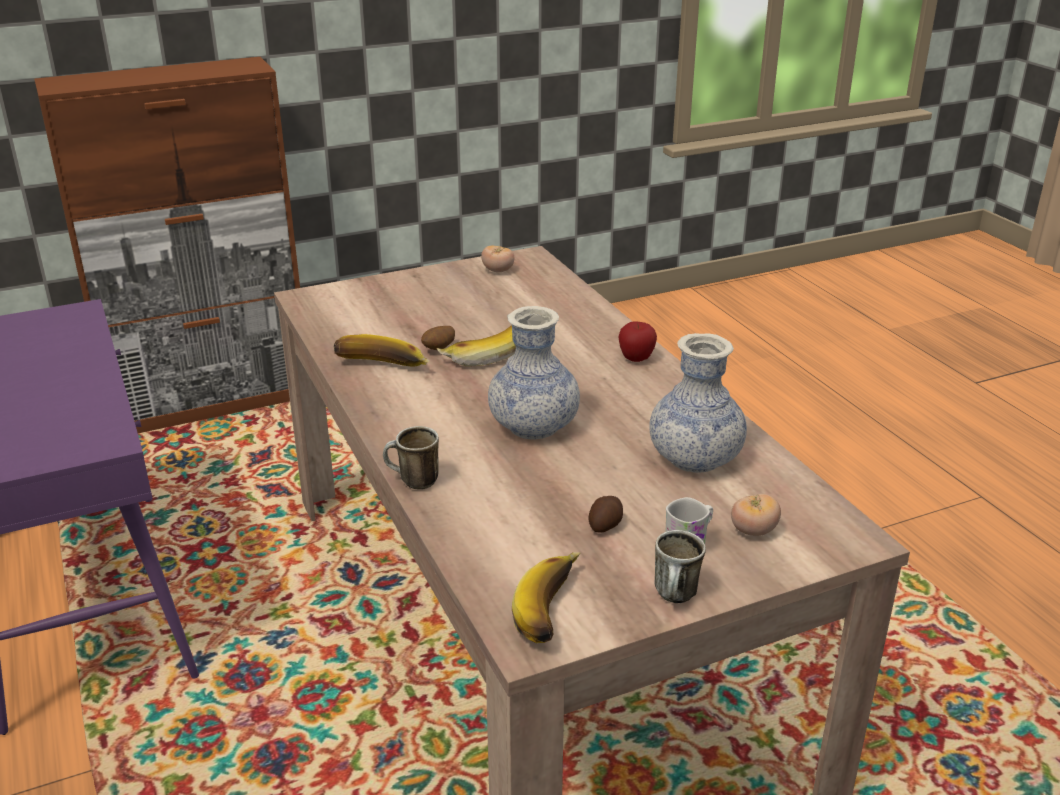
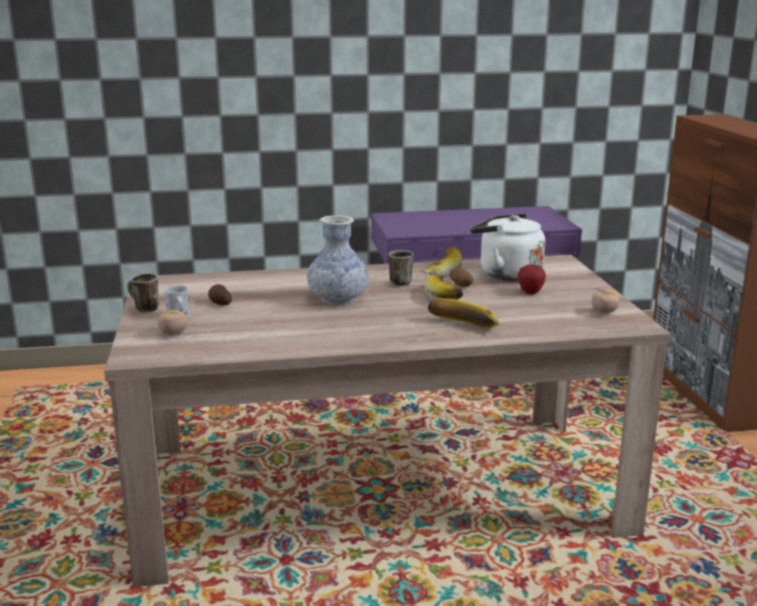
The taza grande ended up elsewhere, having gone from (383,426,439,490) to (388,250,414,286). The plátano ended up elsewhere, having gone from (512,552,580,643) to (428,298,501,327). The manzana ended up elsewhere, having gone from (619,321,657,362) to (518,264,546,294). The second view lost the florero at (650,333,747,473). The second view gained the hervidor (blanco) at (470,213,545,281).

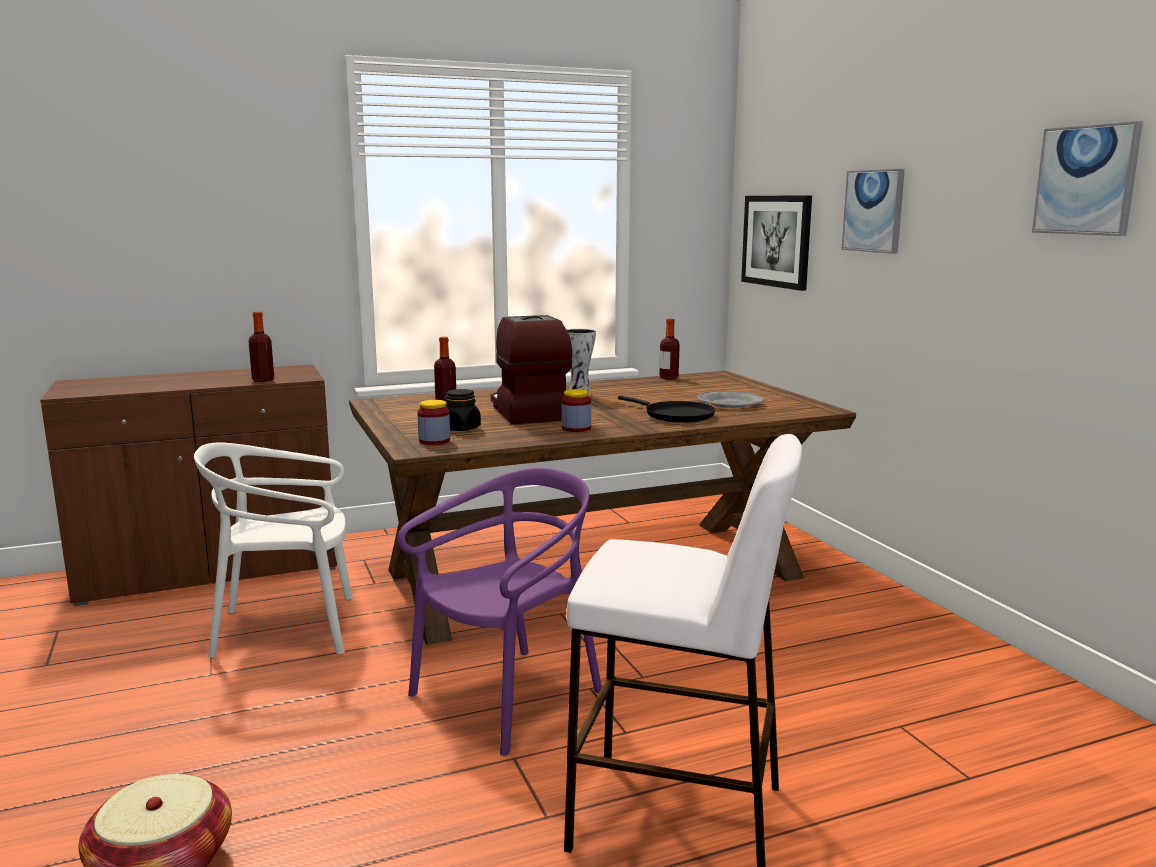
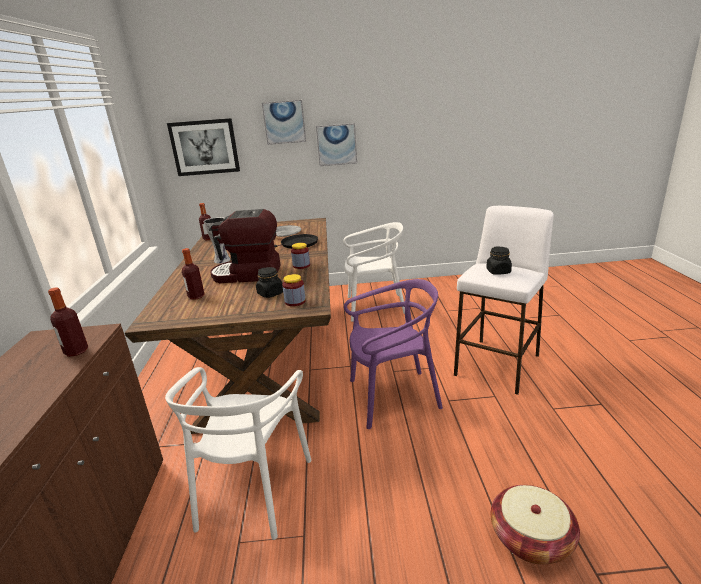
The silla (morado) at (398,468,602,756) ended up facing another way, 105 degrees clockwise from before. The cuadro ended up elsewhere, having gone from (1032,121,1143,236) to (316,123,357,166). The second view gained the silla (blanco) at (343,222,405,322). The second view gained the tarro (negro) at (486,246,512,275).

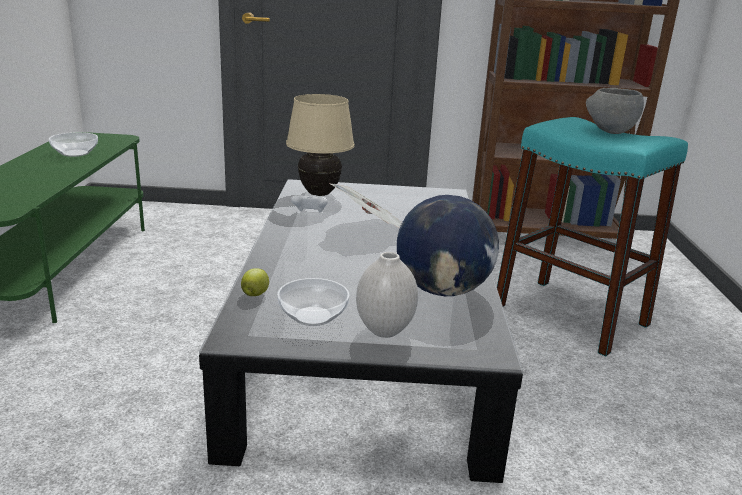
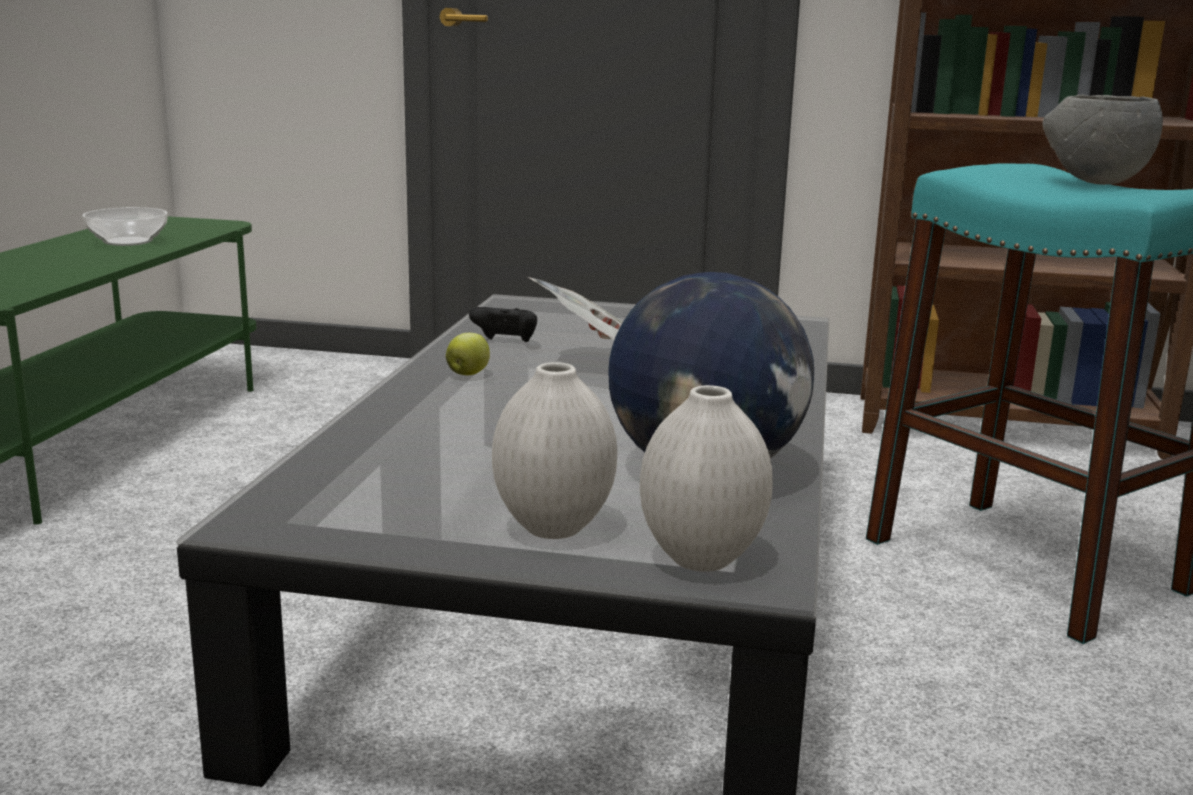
The manzana ended up elsewhere, having gone from (241,268,269,296) to (446,333,490,375). The second view lost the cuenco at (277,278,350,326). The second view lost the lámpara de mesa (beis) at (286,94,355,196). What was the mando de consola (blanco) at (291,195,328,212) turned into the mando de consola (negro) at (469,307,537,342). The second view gained the florero (blanco) at (640,385,773,572).

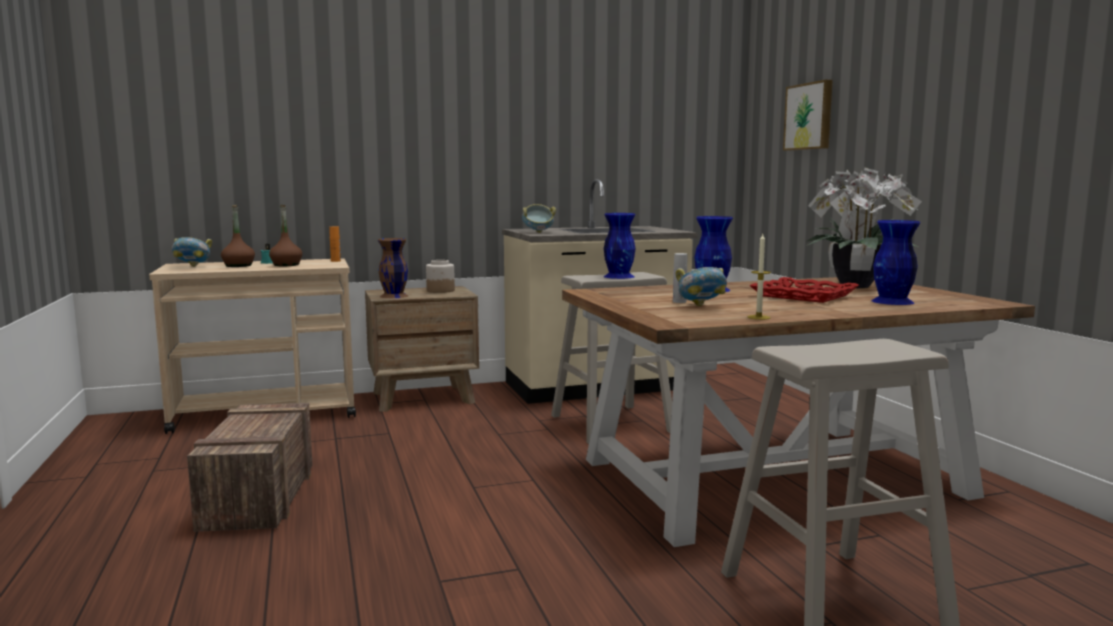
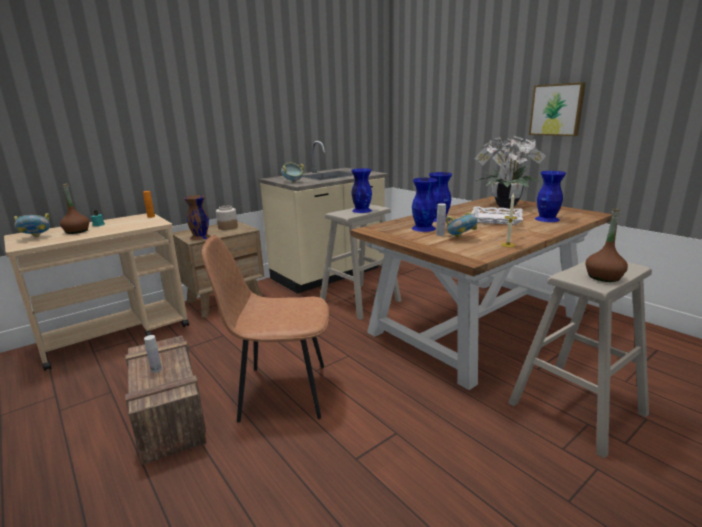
The botella (marrón) ended up elsewhere, having gone from (269,205,302,266) to (585,209,628,282). What was the bandeja (rojo) at (750,277,859,303) turned into the bandeja (blanco) at (471,206,523,225). The cuadro ended up elsewhere, having gone from (783,80,833,151) to (529,82,586,136). The second view gained the botella (blanco) at (144,335,162,373). The second view gained the silla (marrón) at (202,235,329,423). The second view gained the florero (azul) at (412,178,438,232).

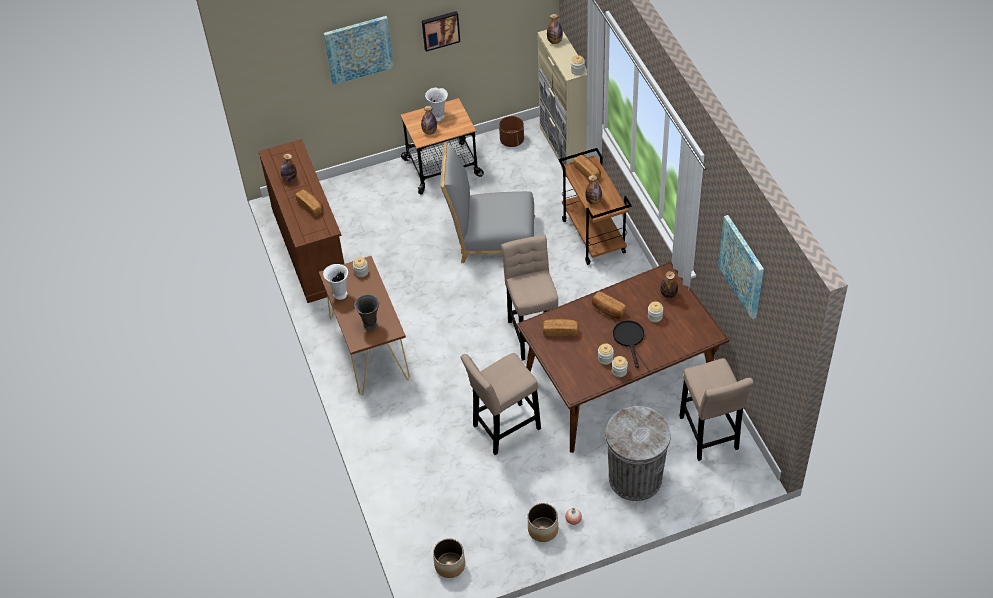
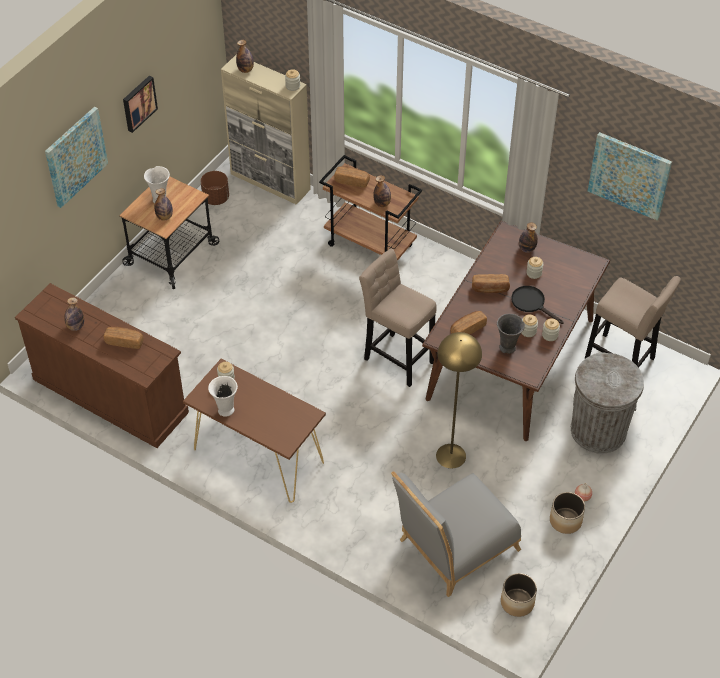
The florero (gris) ended up elsewhere, having gone from (354,294,379,331) to (497,314,525,354). The silla (gris) ended up elsewhere, having gone from (440,142,535,263) to (391,471,521,597). Where the taburete (beis) stood at (460,353,541,455), the lámpara de pie (amarillo) came to stand at (436,332,482,468).

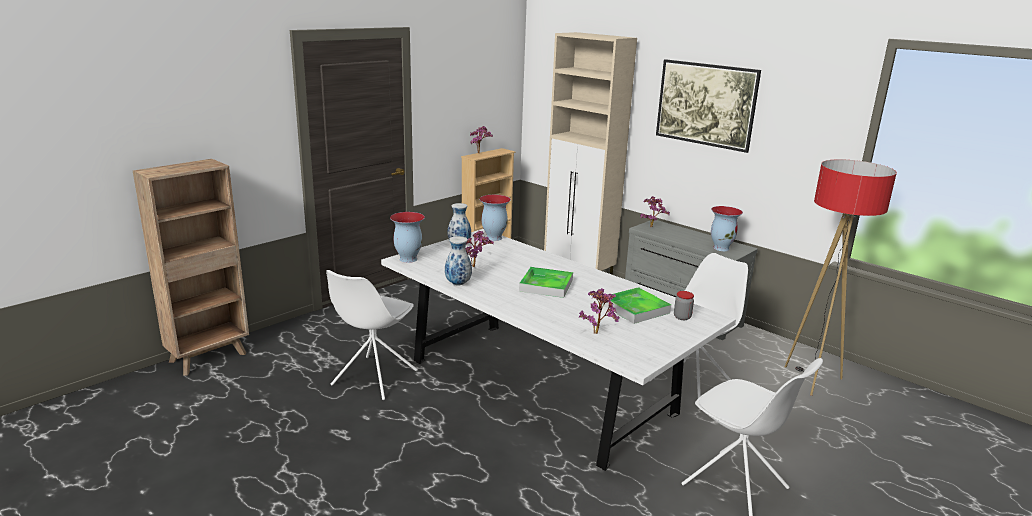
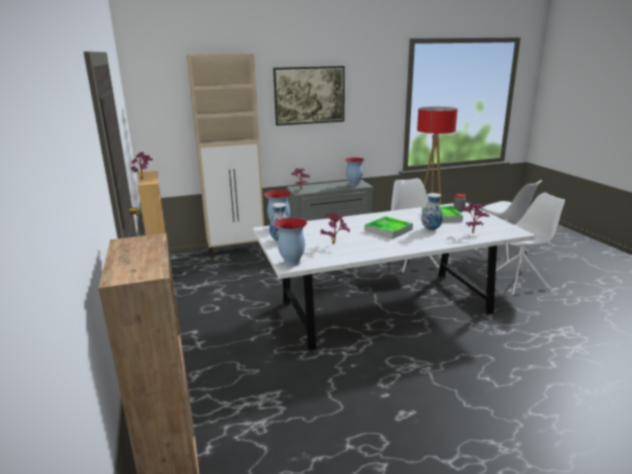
The silla (blanco) ended up elsewhere, having gone from (326,270,418,400) to (475,180,542,261). The florero ended up elsewhere, having gone from (445,236,472,285) to (422,193,443,230).

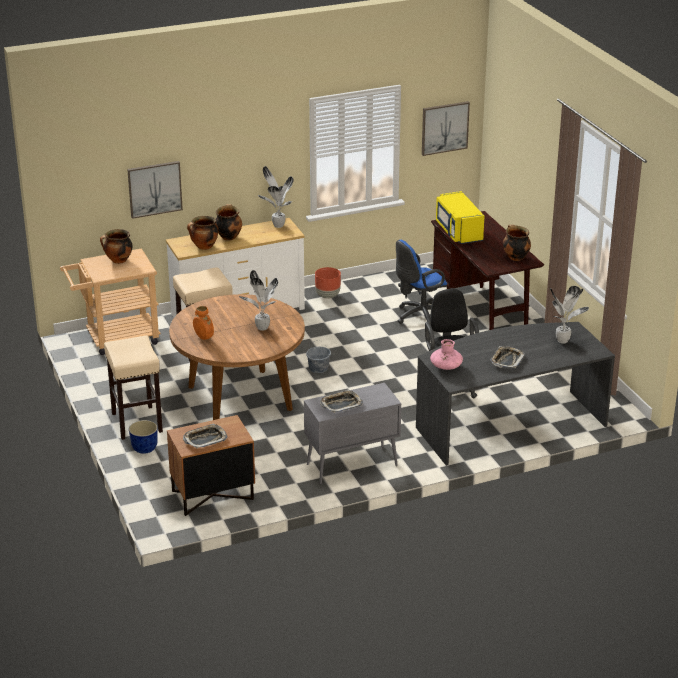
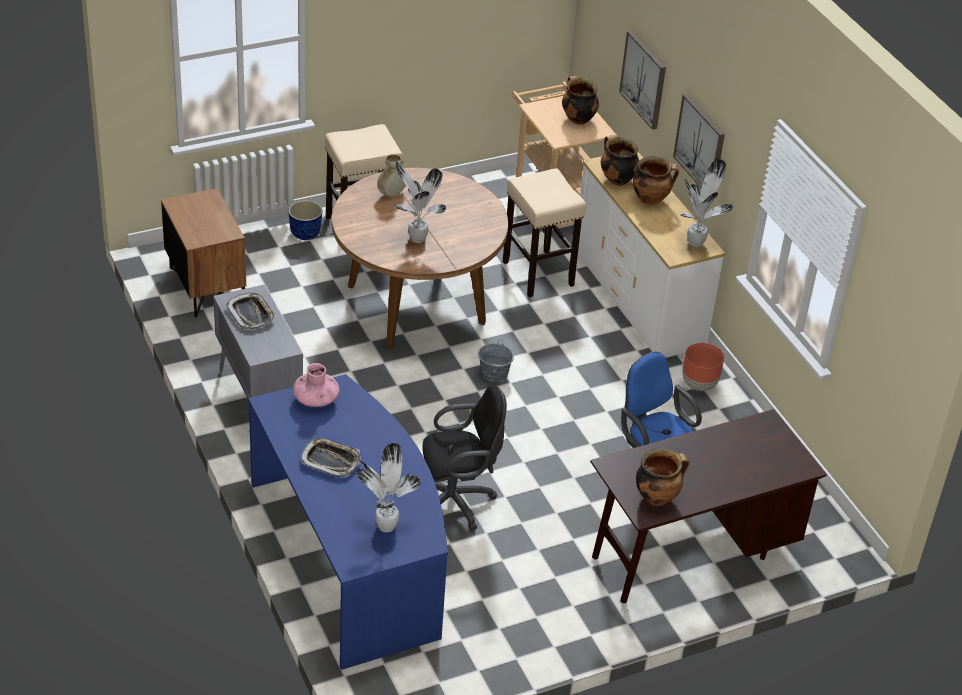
The second view lost the bandeja at (183,424,228,448). What was the florero (naranja) at (193,306,214,340) turned into the florero (beis) at (377,154,406,196). What was the escritorio (gris) at (416,322,615,466) turned into the escritorio (azul) at (248,374,448,670). The cuadro ended up elsewhere, having gone from (422,101,470,156) to (673,94,725,189). The second view lost the microondas (amarillo) at (436,191,485,244).

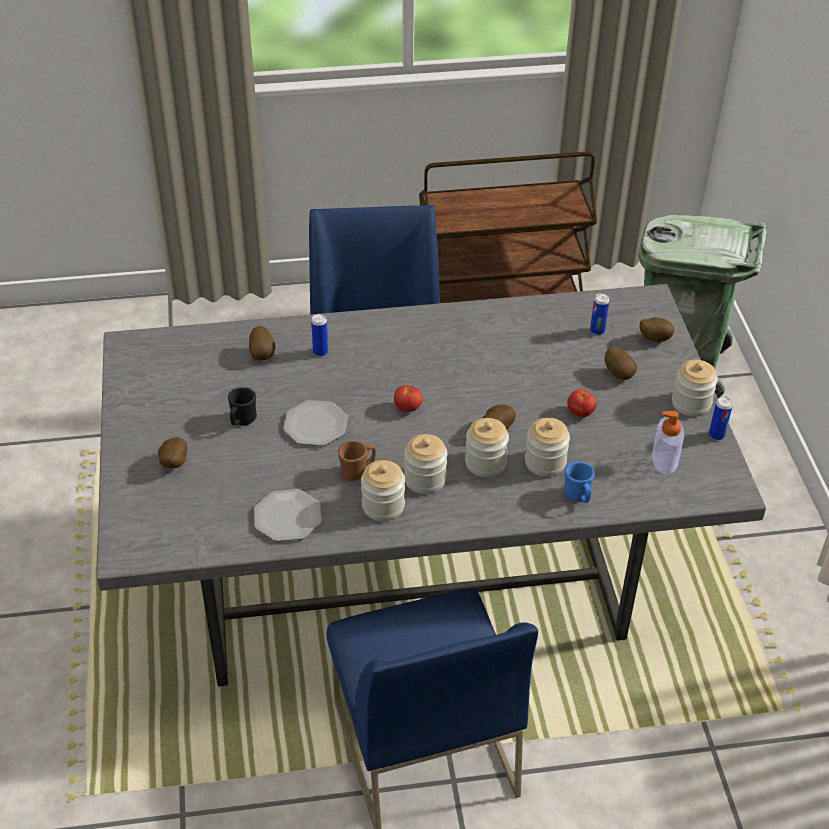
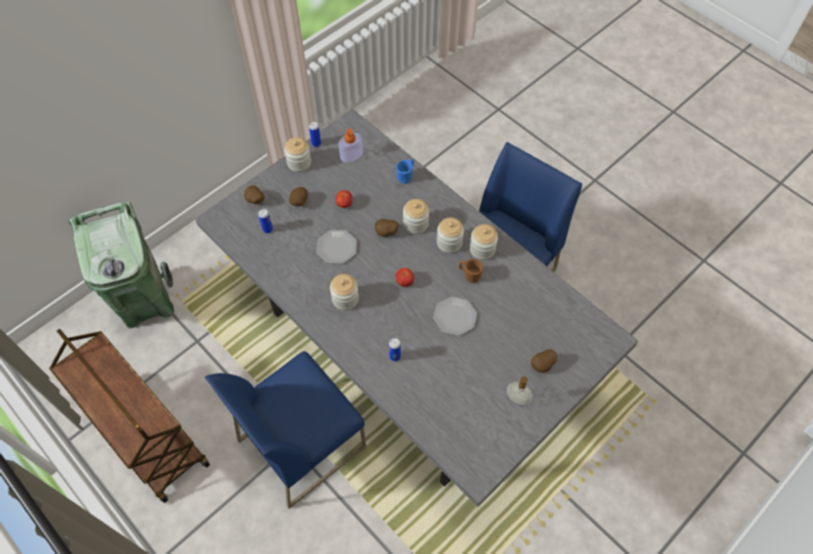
The second view lost the taza grande (negro) at (228,387,257,426). The second view lost the patata at (249,326,275,360). The plato ended up elsewhere, having gone from (254,489,322,542) to (316,230,357,264). The tarro ended up elsewhere, having gone from (525,418,570,477) to (330,274,359,310). The second view gained the dispensador de jabón at (507,377,533,405).

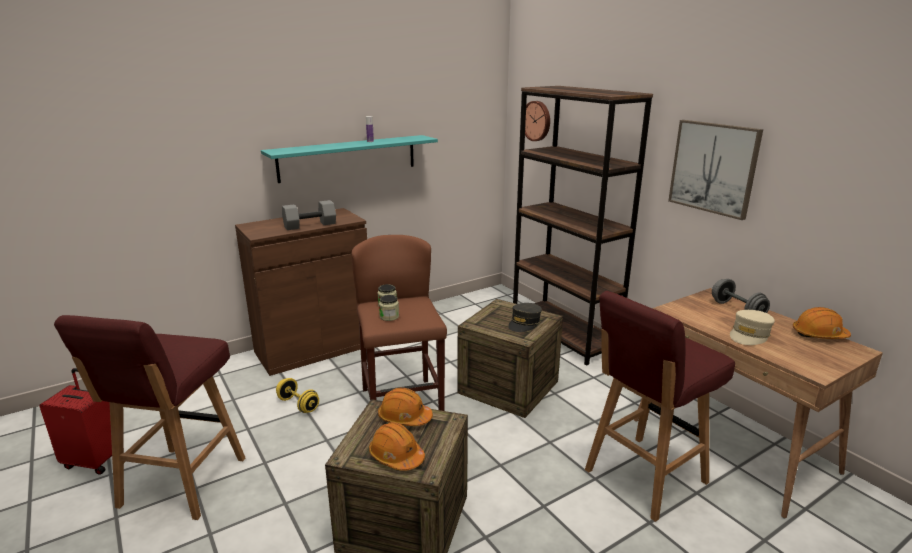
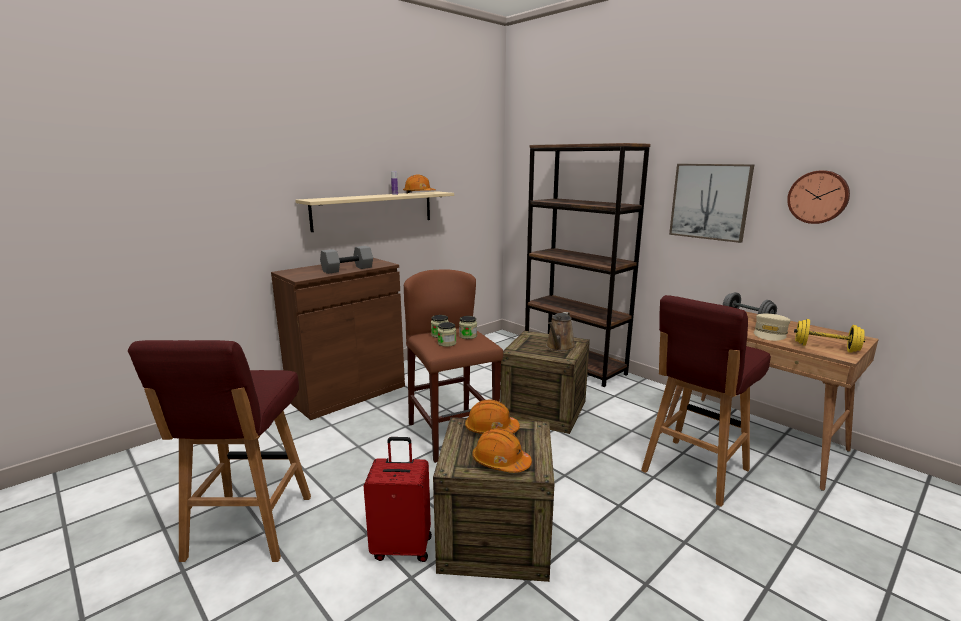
The maleta (rojo) ended up elsewhere, having gone from (39,368,112,475) to (364,437,432,562). What was the estante (turquesa) at (261,135,438,183) turned into the estante (beis) at (295,191,454,232). The mancuerna (amarillo) ended up elsewhere, having gone from (276,378,319,413) to (794,319,865,353). Where the gorra (gris) stood at (508,303,542,332), the regadera (marrón) came to stand at (546,312,576,351). The reloj de pared ended up elsewhere, having gone from (525,101,550,141) to (787,170,850,224). The casco (naranja) ended up elsewhere, having gone from (793,307,851,339) to (403,175,436,194). The second view gained the tarro at (459,316,477,339).

